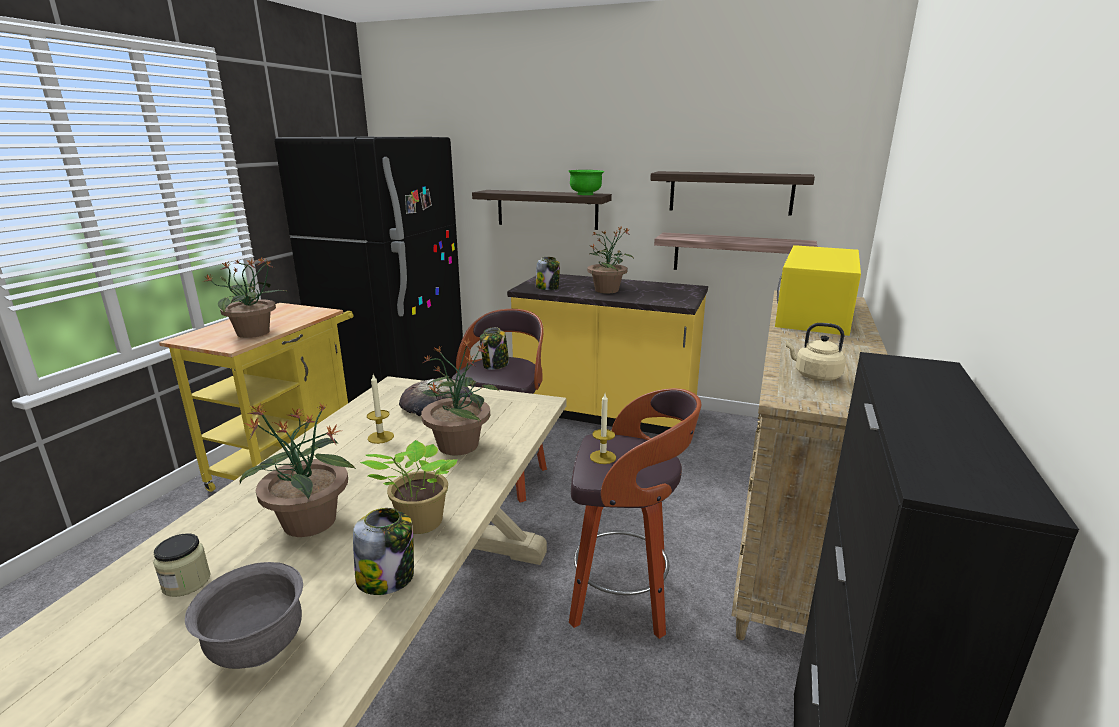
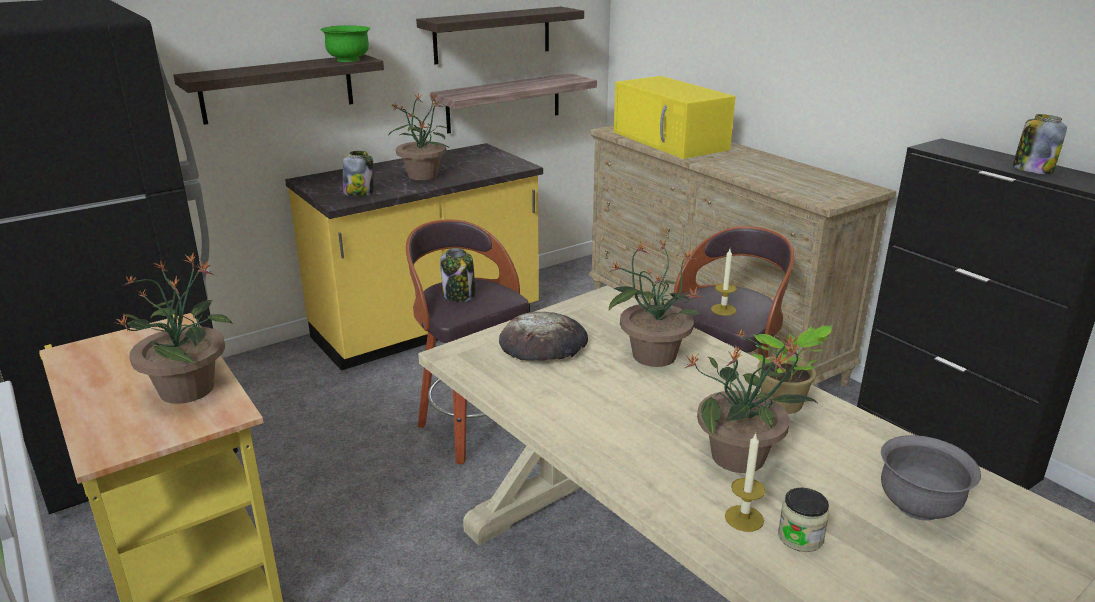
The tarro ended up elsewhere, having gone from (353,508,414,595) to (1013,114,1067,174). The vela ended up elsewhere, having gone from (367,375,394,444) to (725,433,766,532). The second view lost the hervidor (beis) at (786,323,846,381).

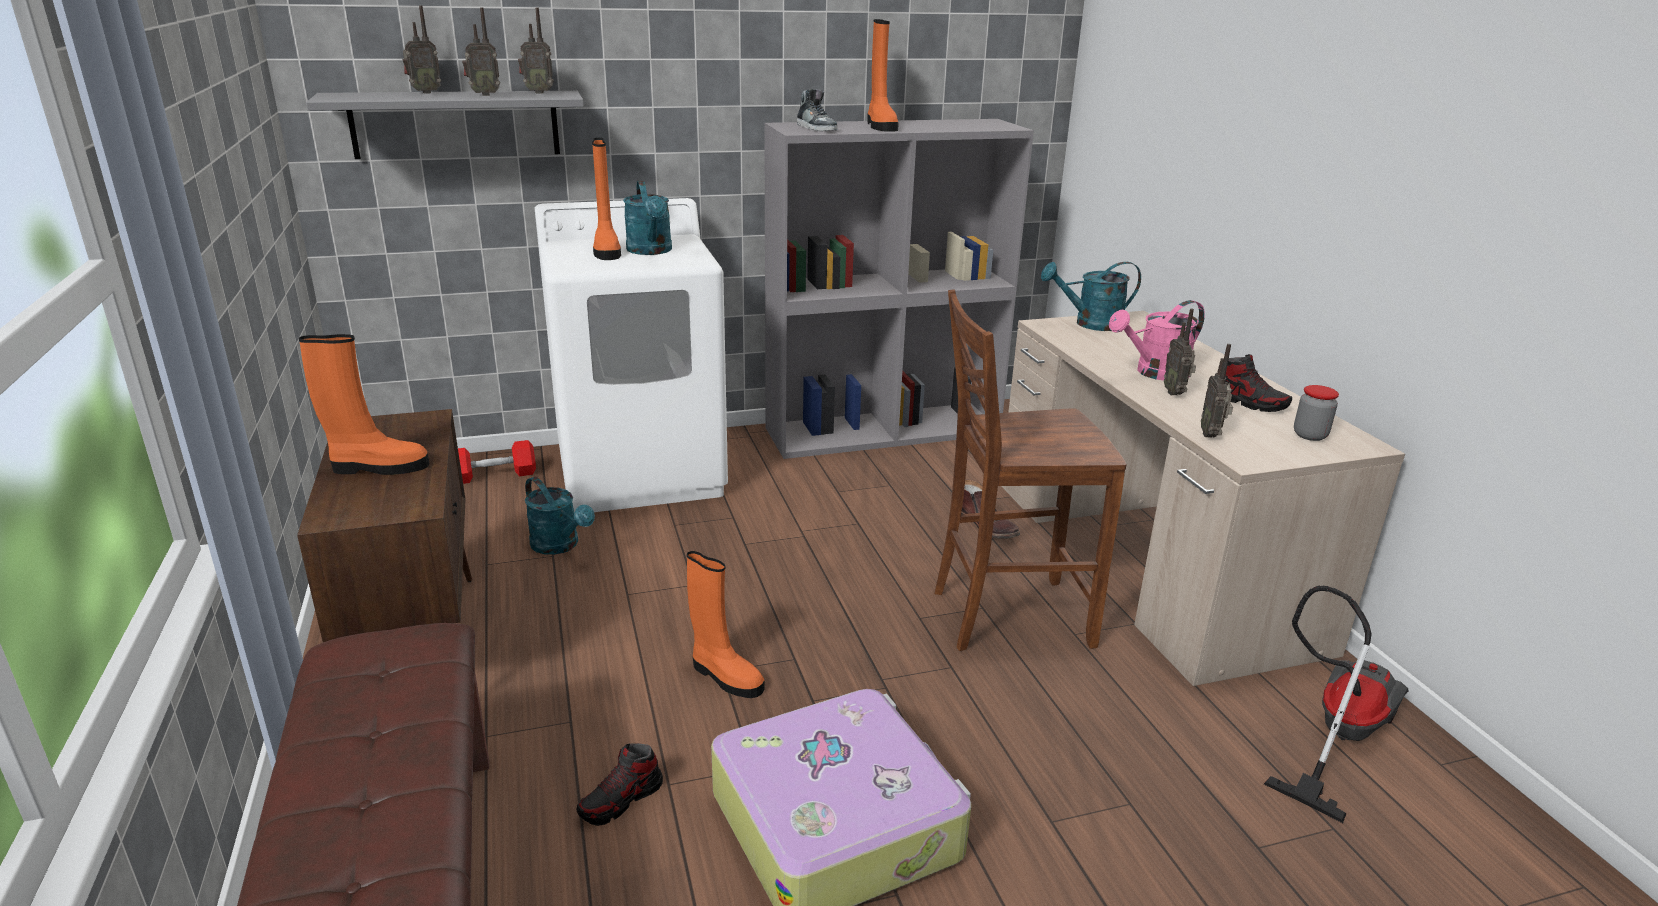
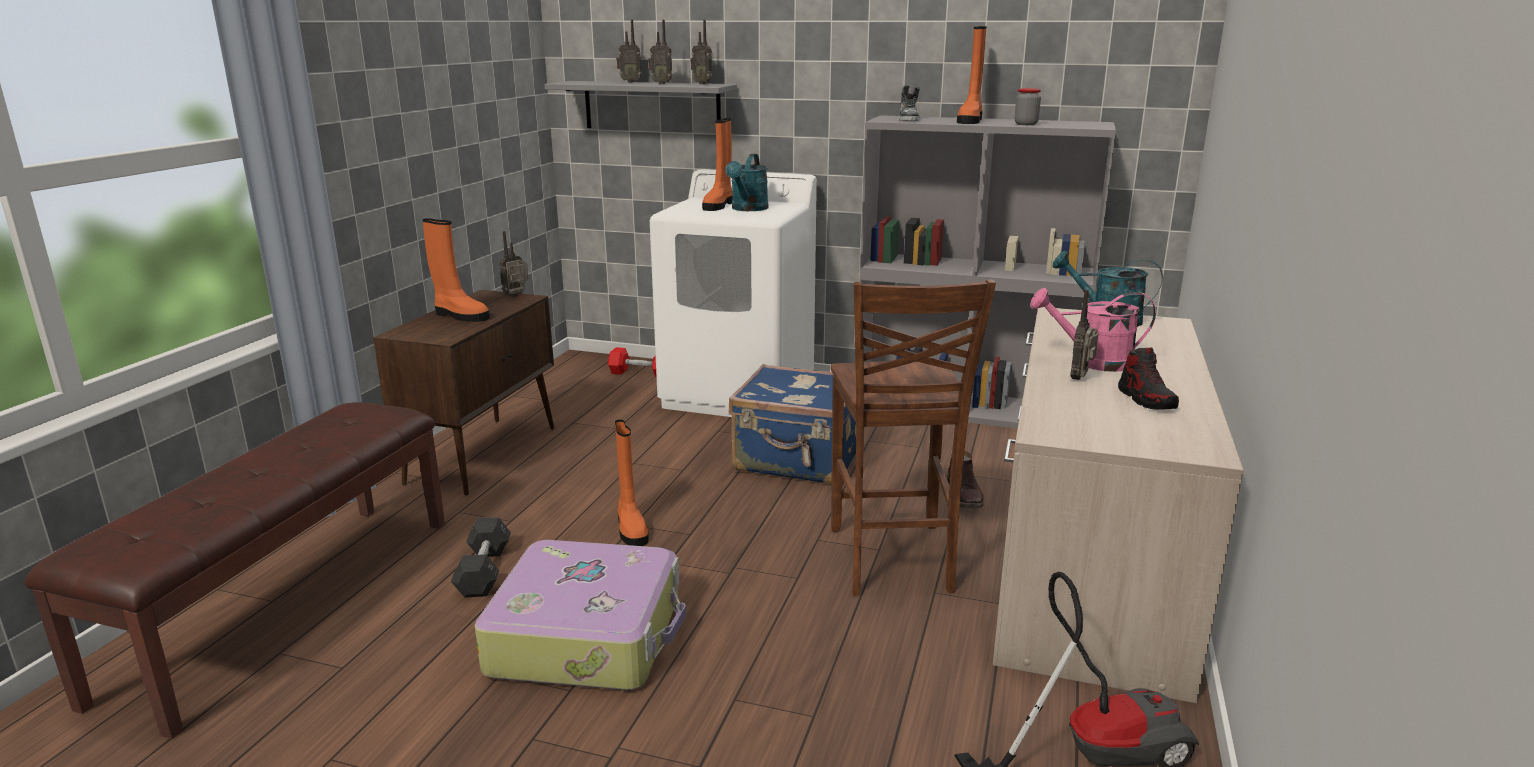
The second view lost the regadera (turquesa) at (525,477,595,555). Where the zapato stood at (576,743,663,826), the mancuerna (gris) came to stand at (451,517,511,598). The silla (marrón) at (935,289,1127,651) ended up facing another way, 120 degrees counterclockwise from before. The radio ended up elsewhere, having gone from (1201,344,1233,438) to (499,231,528,297). The tarro ended up elsewhere, having gone from (1294,385,1339,441) to (1015,88,1041,125). The second view gained the maleta (azul) at (728,364,856,484).

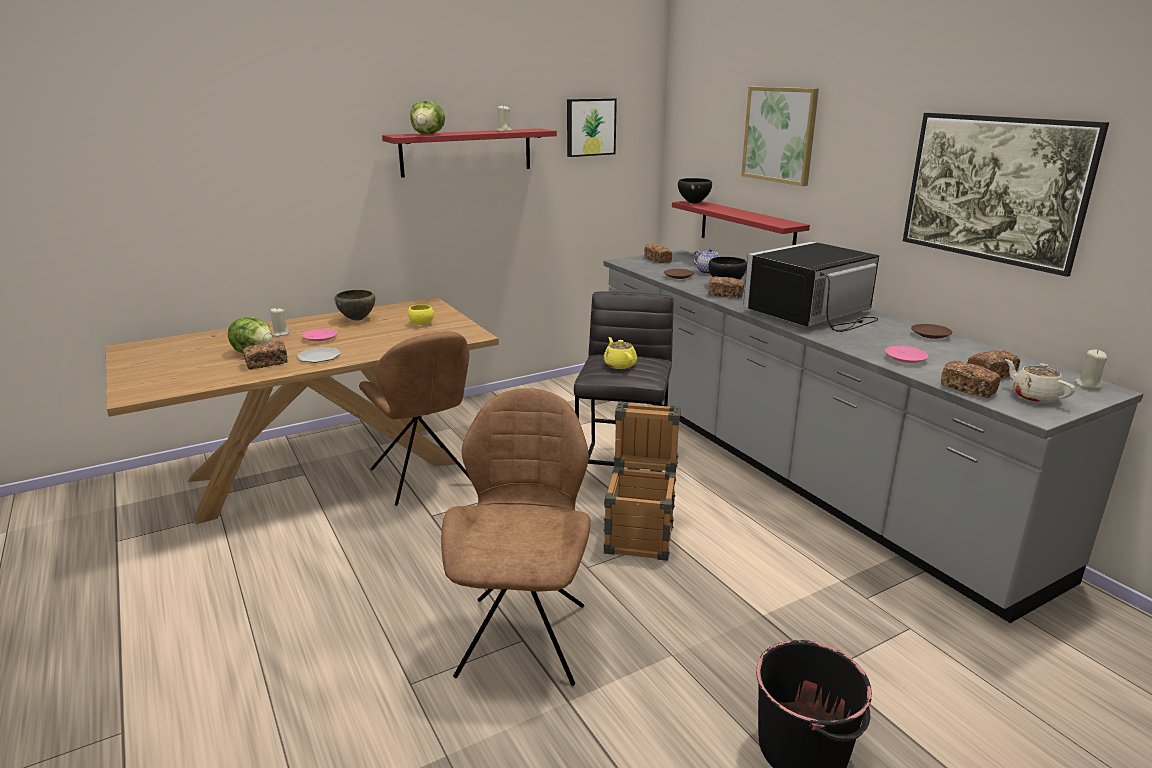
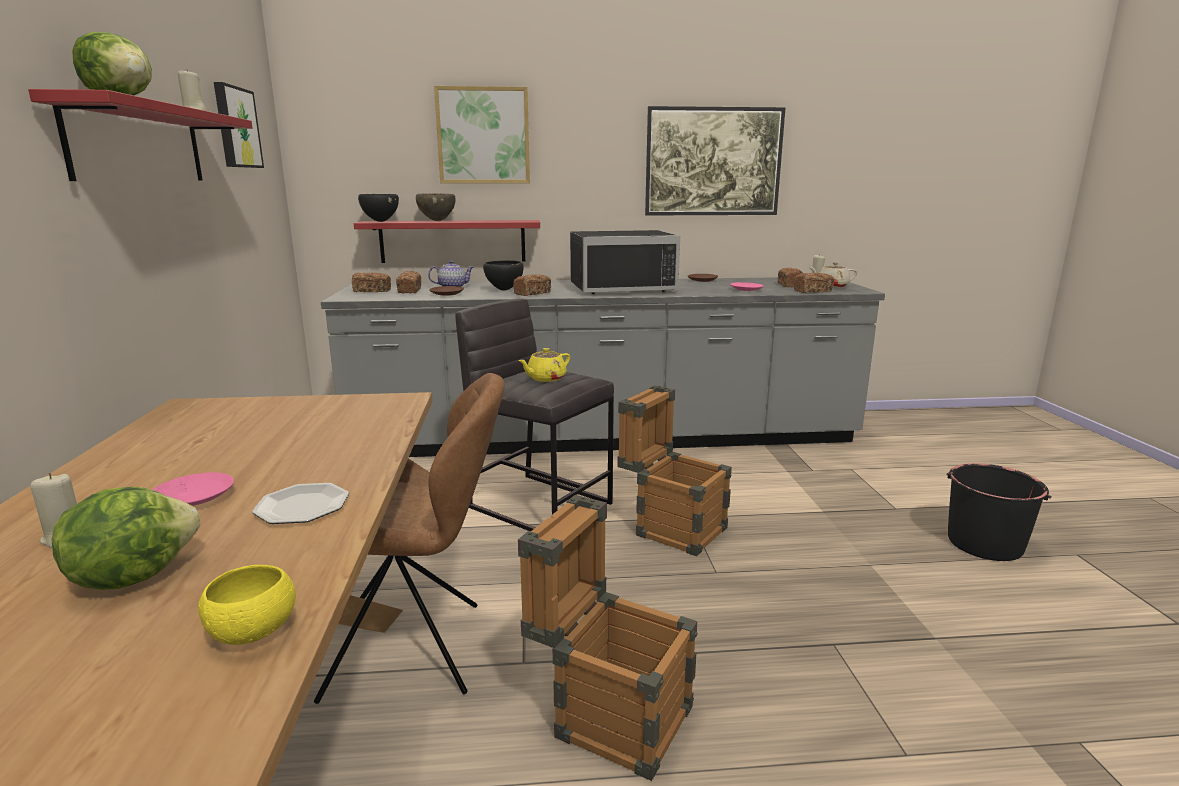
The pan ended up elsewhere, having gone from (243,341,288,370) to (396,271,421,293). The cuenco (marrón) ended up elsewhere, having gone from (334,290,375,321) to (416,194,456,221). The cuenco (amarillo) ended up elsewhere, having gone from (408,304,434,325) to (198,565,296,645). The second view lost the silla (marrón) at (441,388,591,686). The tetera (amarillo) at (603,337,637,369) ended up facing another way, 45 degrees counterclockwise from before. The microondas (negro) at (743,241,879,332) ended up facing another way, 90 degrees counterclockwise from before. The second view gained the caja de embalaje at (518,495,698,781).

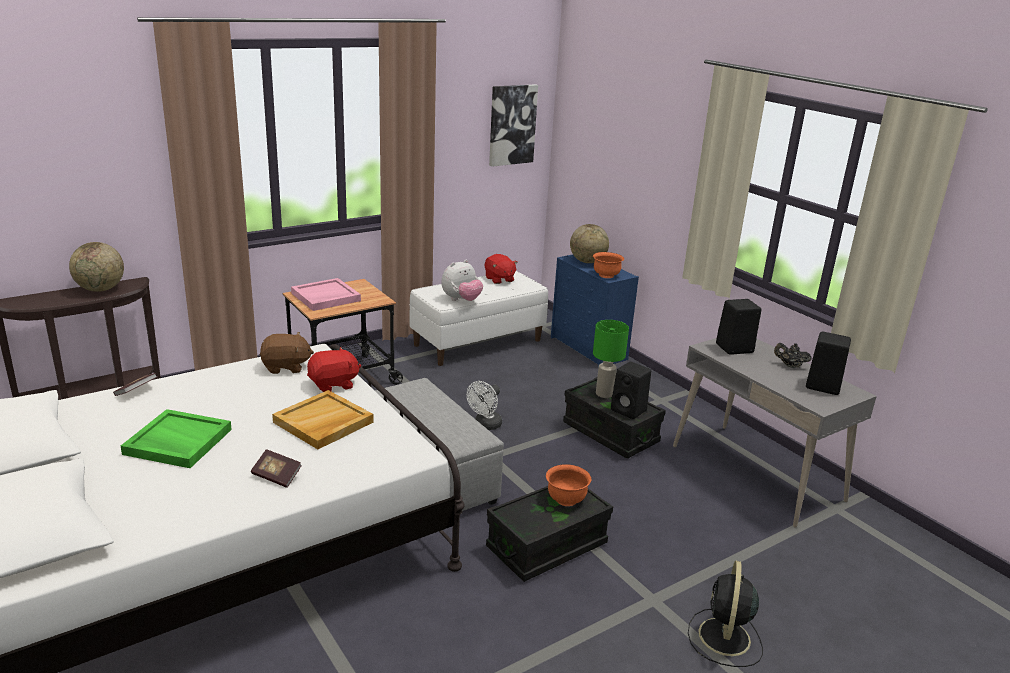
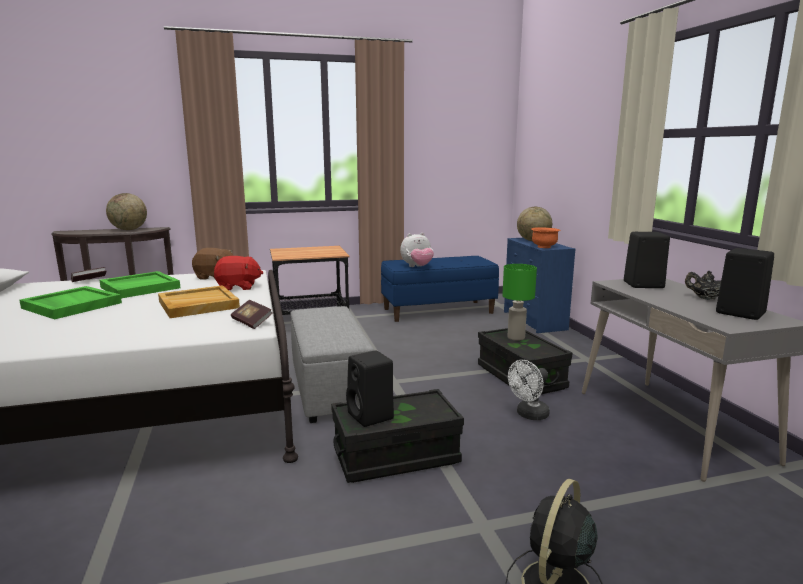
The libro ended up elsewhere, having gone from (251,449,302,488) to (231,300,272,329). The second view lost the bandeja (rosa) at (291,278,361,311). What was the banco (blanco) at (409,271,548,366) turned into the banco (azul) at (381,256,499,322). The ventilador (blanco) ended up elsewhere, having gone from (466,381,502,430) to (508,360,550,420). The second view lost the peluche (rojo) at (485,254,518,284). The second view lost the cuadro at (489,84,538,167). The second view lost the cuenco (naranja) at (546,464,591,506). The altavoz (negro) ended up elsewhere, having gone from (611,362,651,419) to (346,350,394,427). The second view gained the bandeja (verde) at (99,271,180,298).

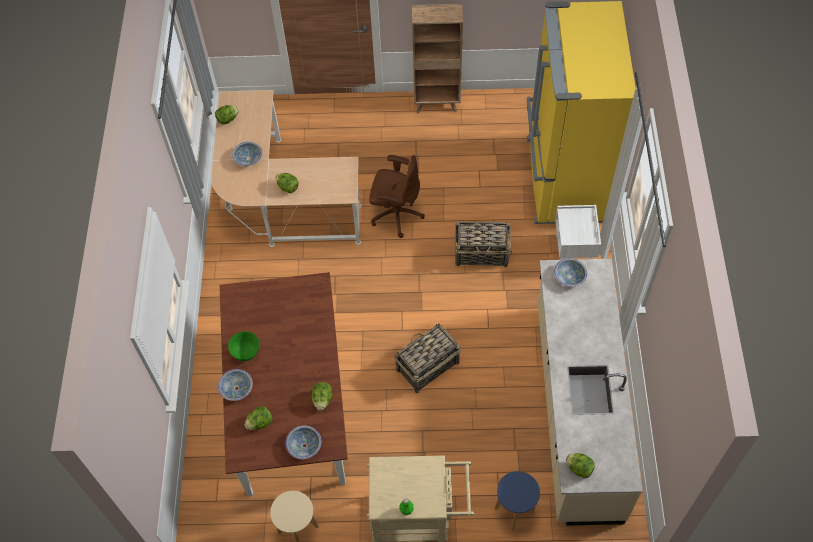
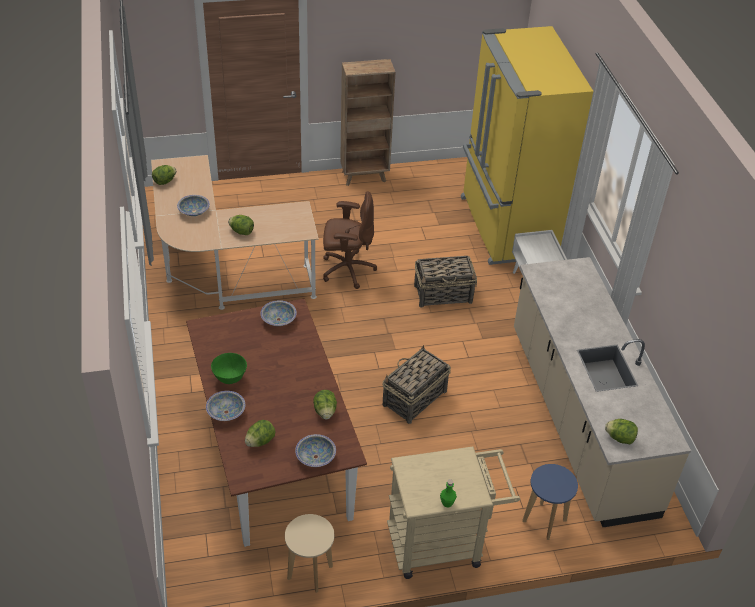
The cuenco ended up elsewhere, having gone from (554,258,587,287) to (260,300,297,326).

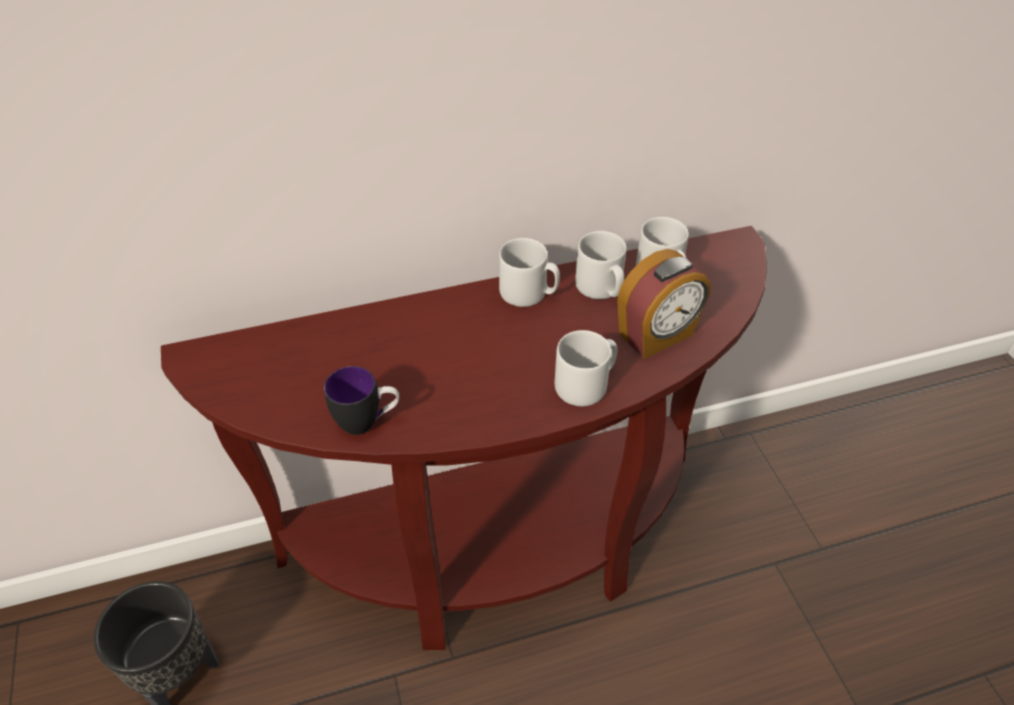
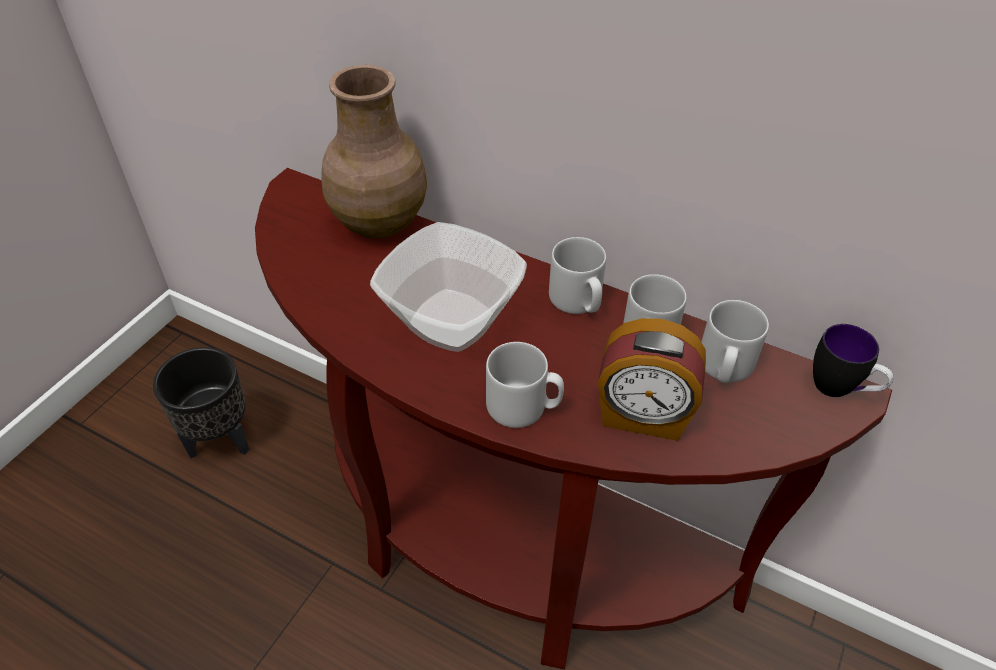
The taza grande ended up elsewhere, having gone from (324,366,399,435) to (813,324,894,397). The second view gained the florero (marrón) at (321,65,427,239). The second view gained the cuenco at (370,222,527,352).

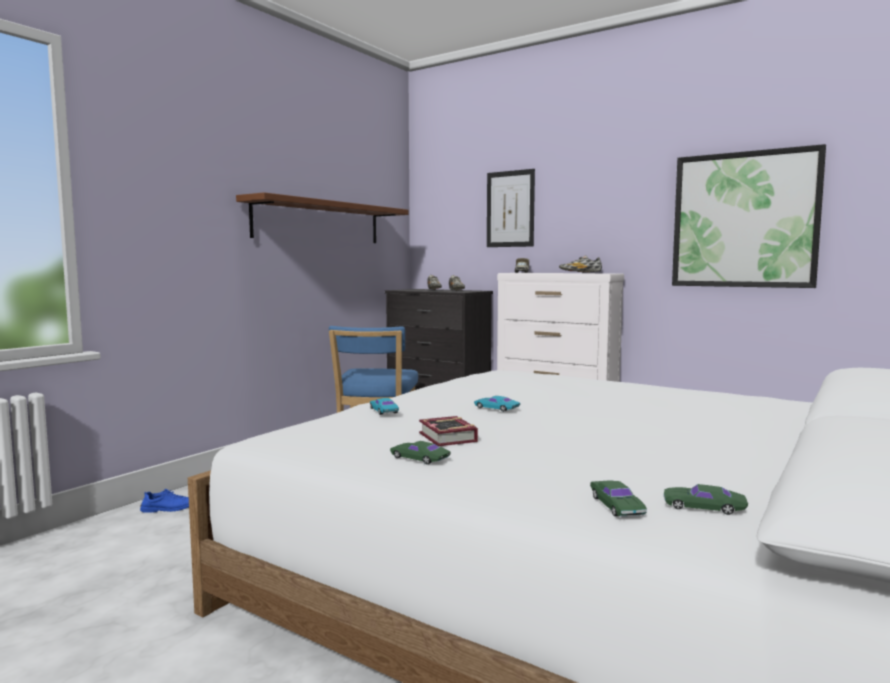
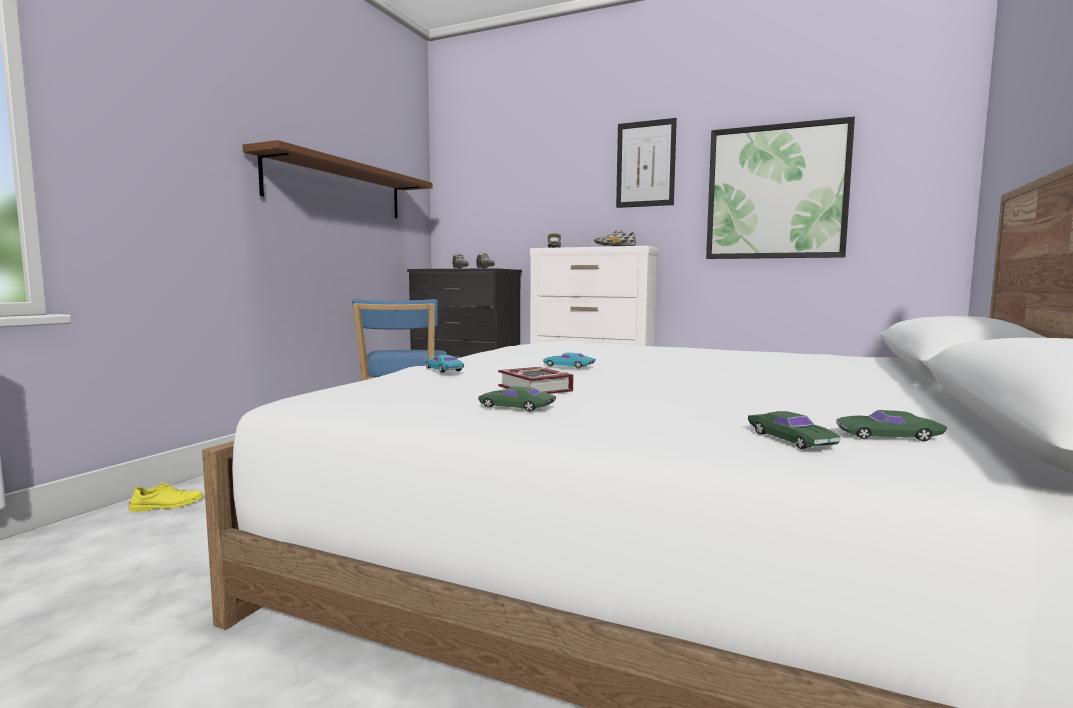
What was the zapato (azul) at (140,489,189,513) turned into the zapato (amarillo) at (128,482,204,512). The cuadro ended up elsewhere, having gone from (487,169,535,247) to (616,118,677,208).

